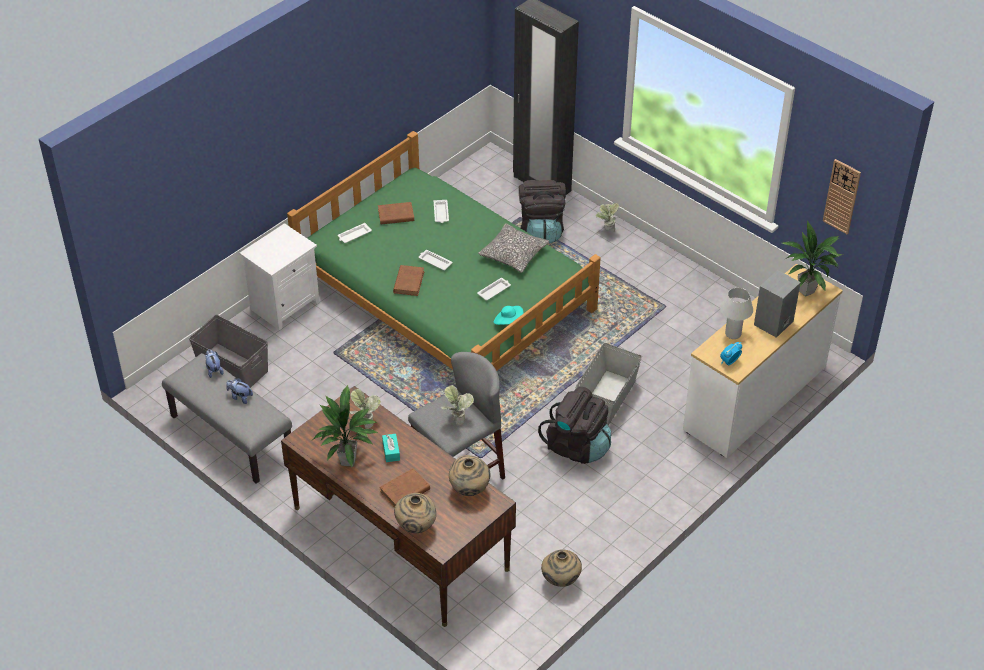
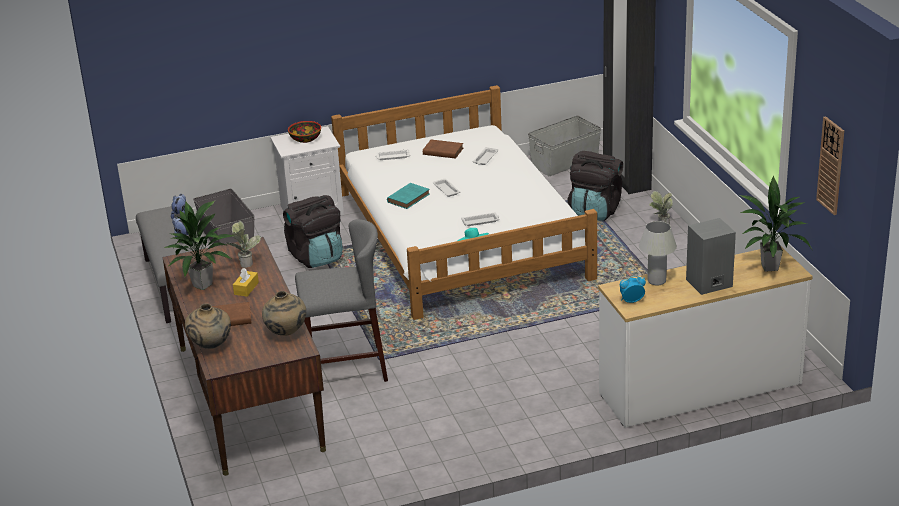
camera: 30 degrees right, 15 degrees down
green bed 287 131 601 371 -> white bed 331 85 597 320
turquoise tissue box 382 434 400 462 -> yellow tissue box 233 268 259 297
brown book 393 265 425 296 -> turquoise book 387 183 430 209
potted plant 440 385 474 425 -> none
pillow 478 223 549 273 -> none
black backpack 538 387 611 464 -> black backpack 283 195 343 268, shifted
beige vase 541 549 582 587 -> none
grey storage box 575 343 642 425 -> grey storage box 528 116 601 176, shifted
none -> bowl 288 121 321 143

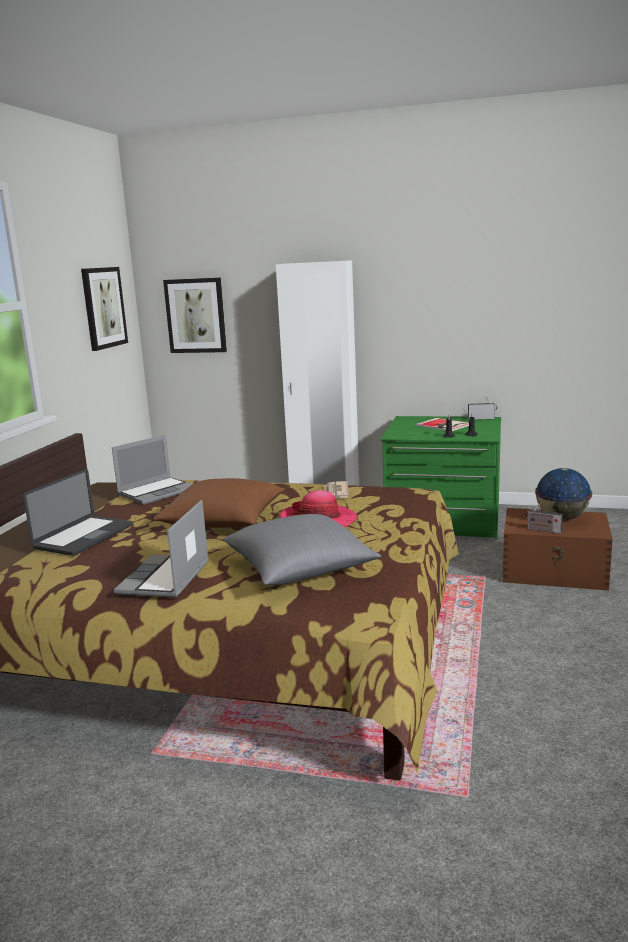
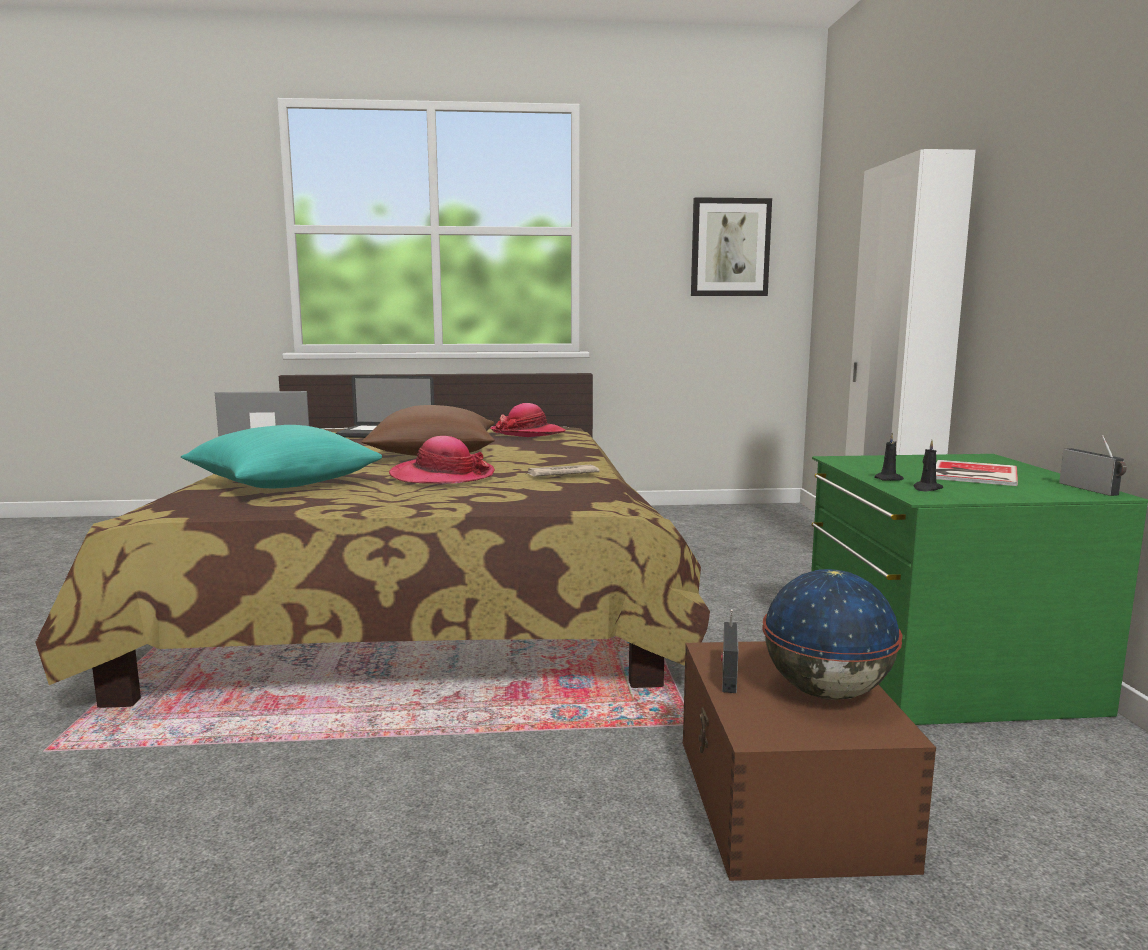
camera: 70 degrees right, 5 degrees down
laptop 112 435 192 505 -> hat 490 403 566 437
picture 163 277 227 353 -> none
grey pillow 223 514 381 585 -> turquoise pillow 181 425 382 488

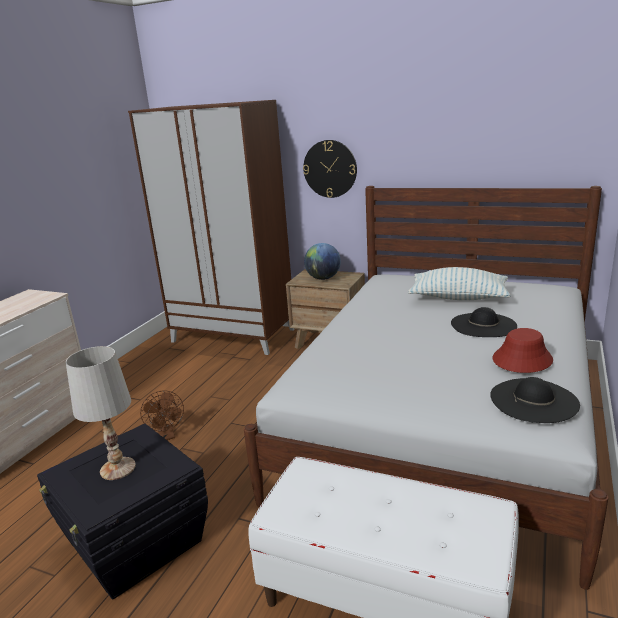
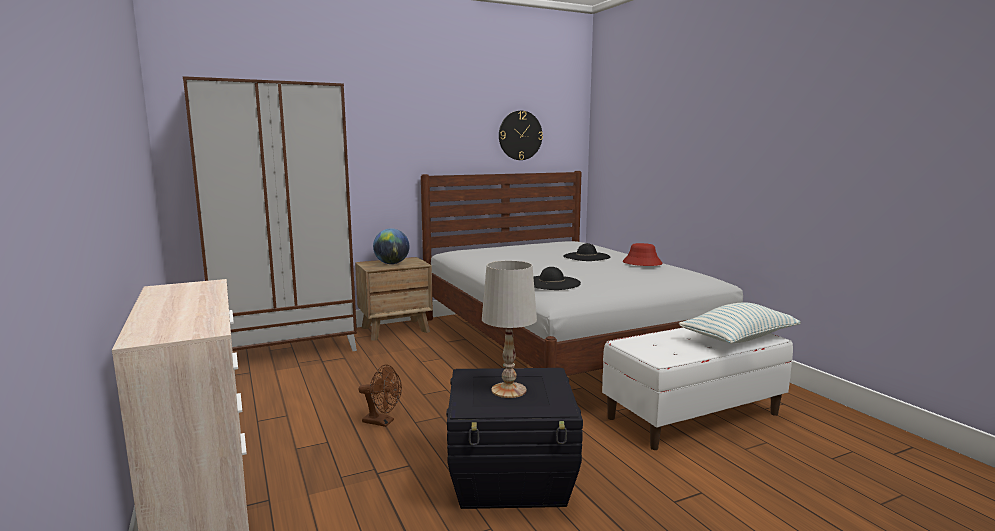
camera: 50 degrees left, 10 degrees down
wall clock 303 140 357 198 -> wall clock 499 111 543 160, shifted
pillow 408 267 511 300 -> pillow 679 302 801 344, shifted
black hat 490 377 580 423 -> black hat 534 267 581 290, shifted

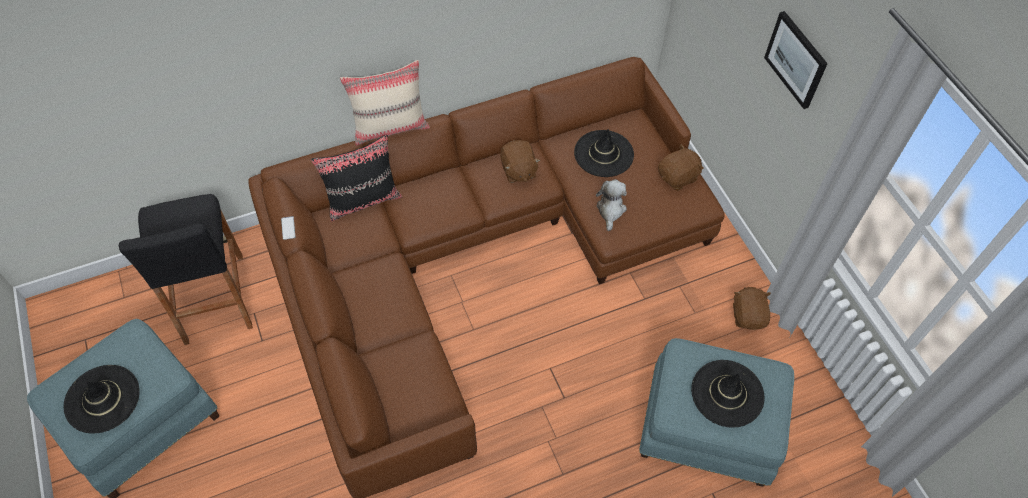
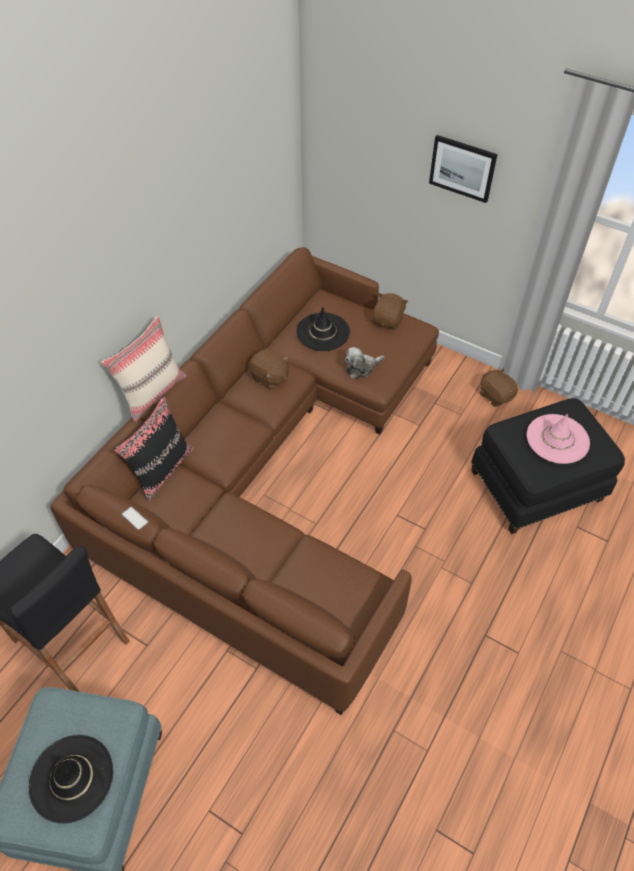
camera: 35 degrees left, 5 degrees down
plush toy 596 179 627 231 -> plush toy 345 347 385 379, 90 degrees counterclockwise
blue ottoman 639 338 794 487 -> black ottoman 471 398 625 534
black hat 691 360 765 428 -> pink hat 527 414 590 464

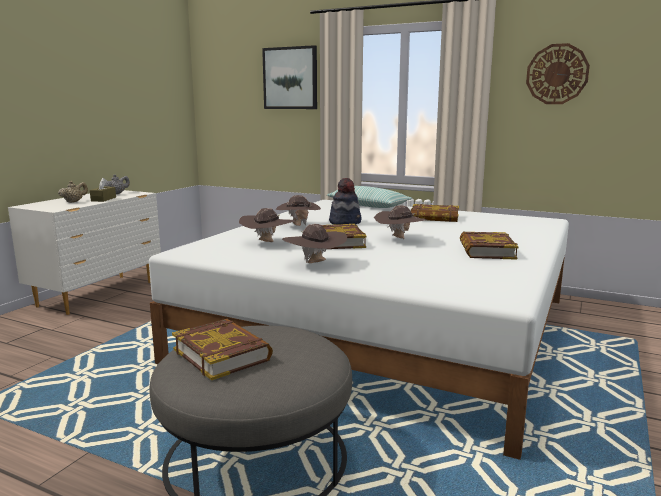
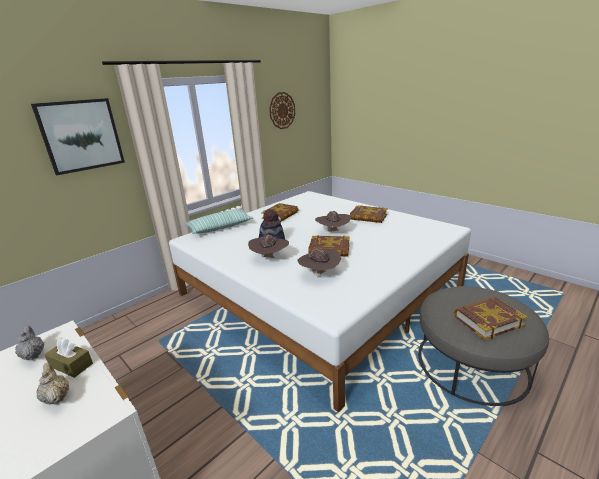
camera: 70 degrees left, 10 degrees up
brown hat 282 224 347 263 -> none

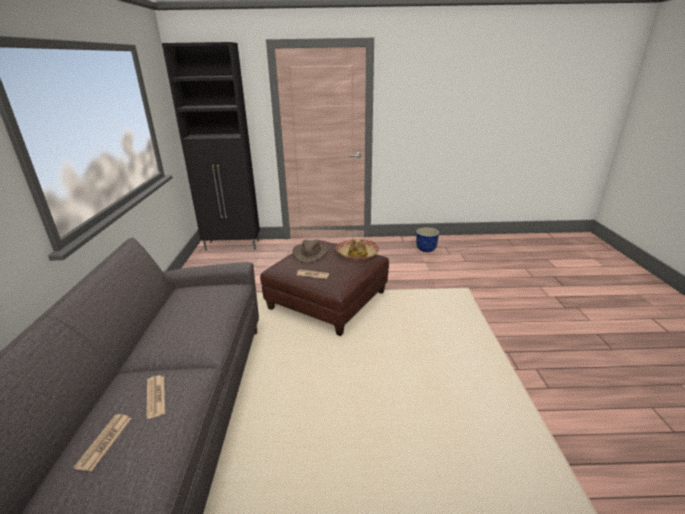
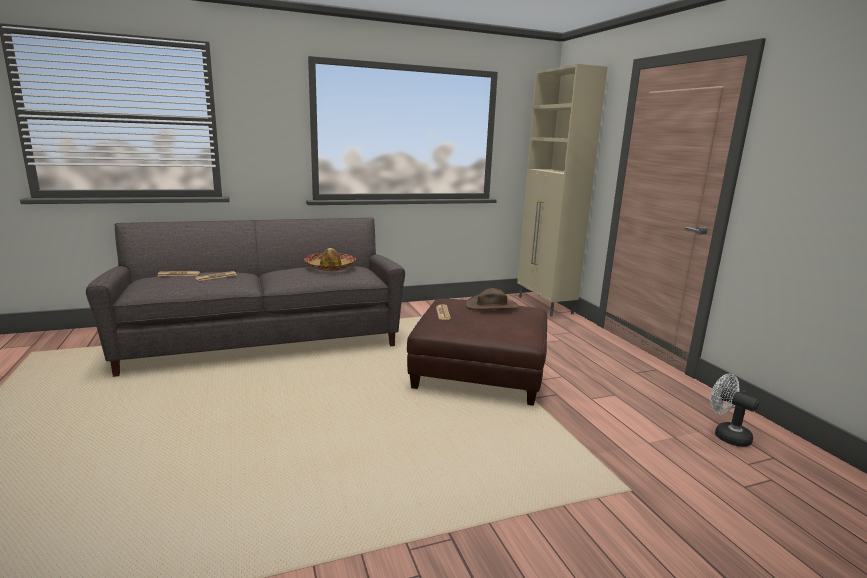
camera: 70 degrees right, 10 degrees down
black cabinet 162 42 260 251 -> beige cabinet 517 64 608 316
hat 336 239 379 261 -> hat 304 248 356 271, shifted
planter 416 227 439 252 -> white fan 710 374 759 447

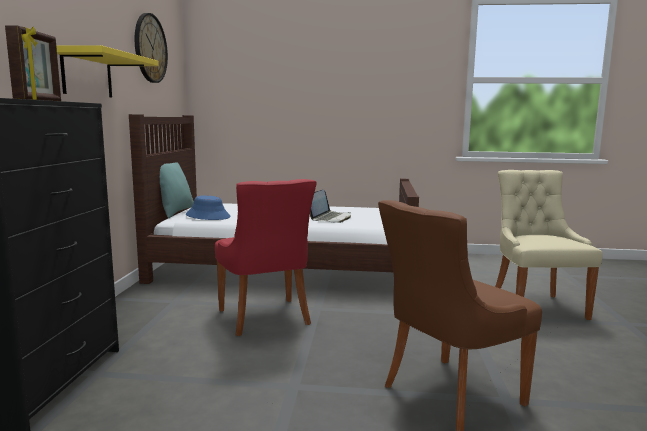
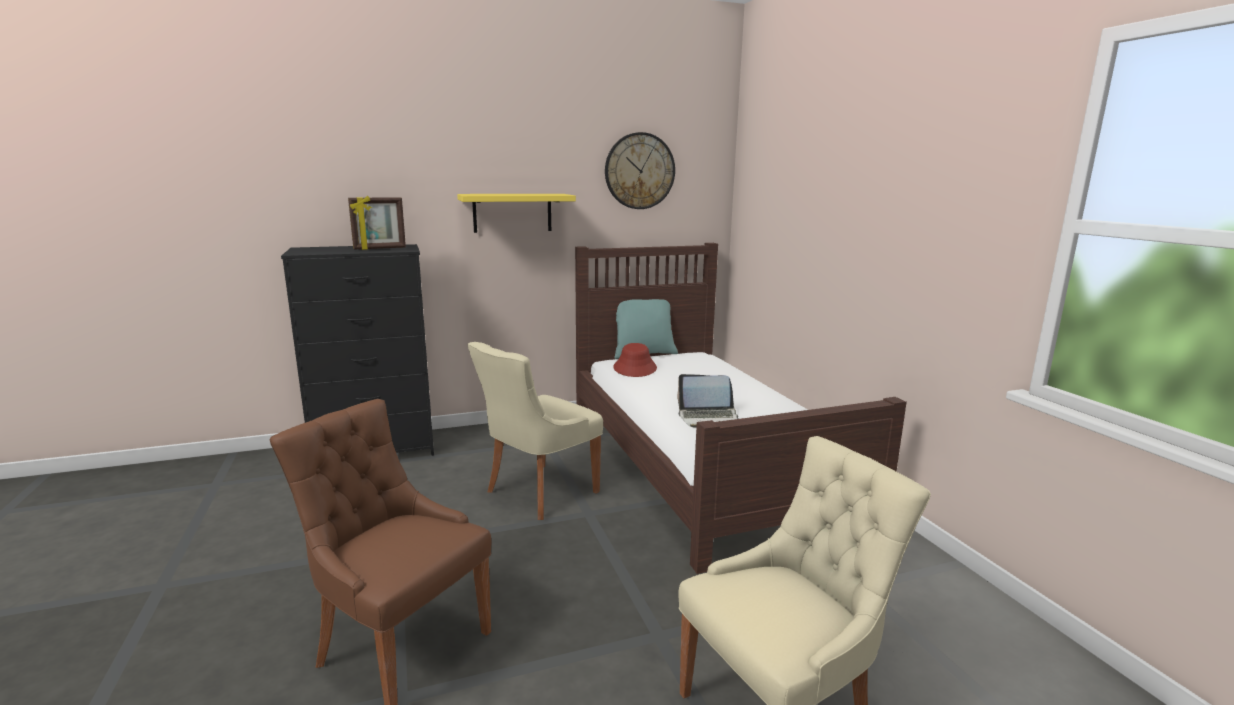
camera: 65 degrees right, 5 degrees up
blue hat 186 195 230 220 -> red hat 613 343 657 377
red chair 215 179 317 336 -> beige chair 467 342 603 520

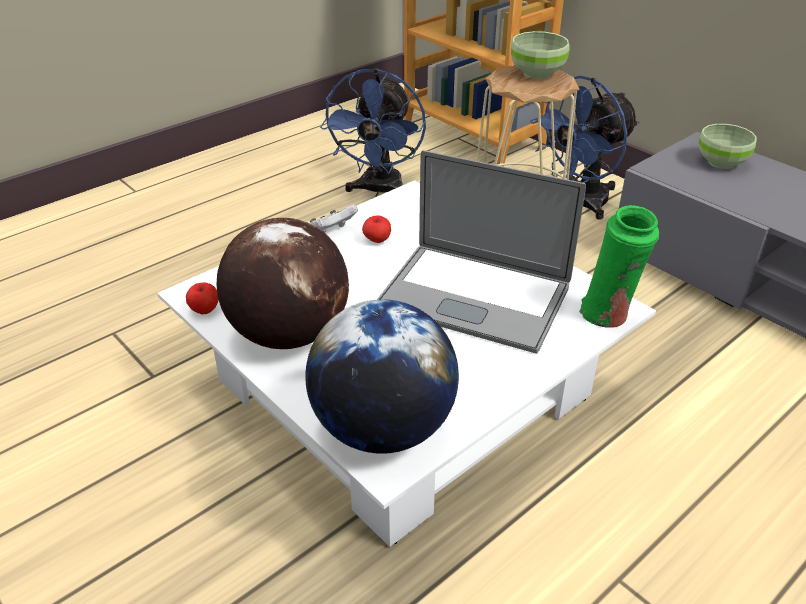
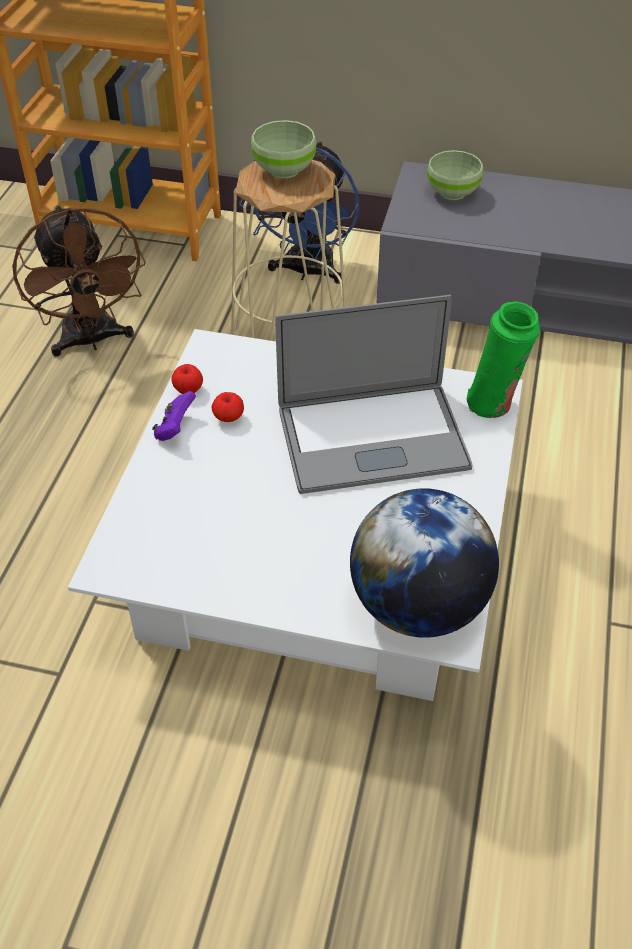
camera: 35 degrees left, 10 degrees up
apple 186 282 219 314 -> apple 171 364 203 394, shifted
globe 217 218 349 349 -> none
white game controller 310 205 358 233 -> purple game controller 152 391 196 441
blue fan 320 68 426 197 -> brown fan 12 205 146 357

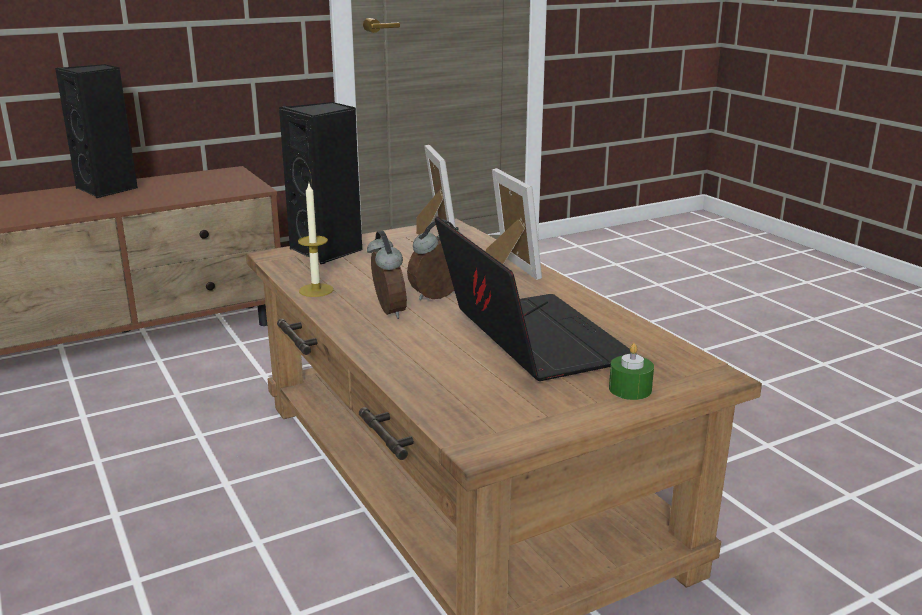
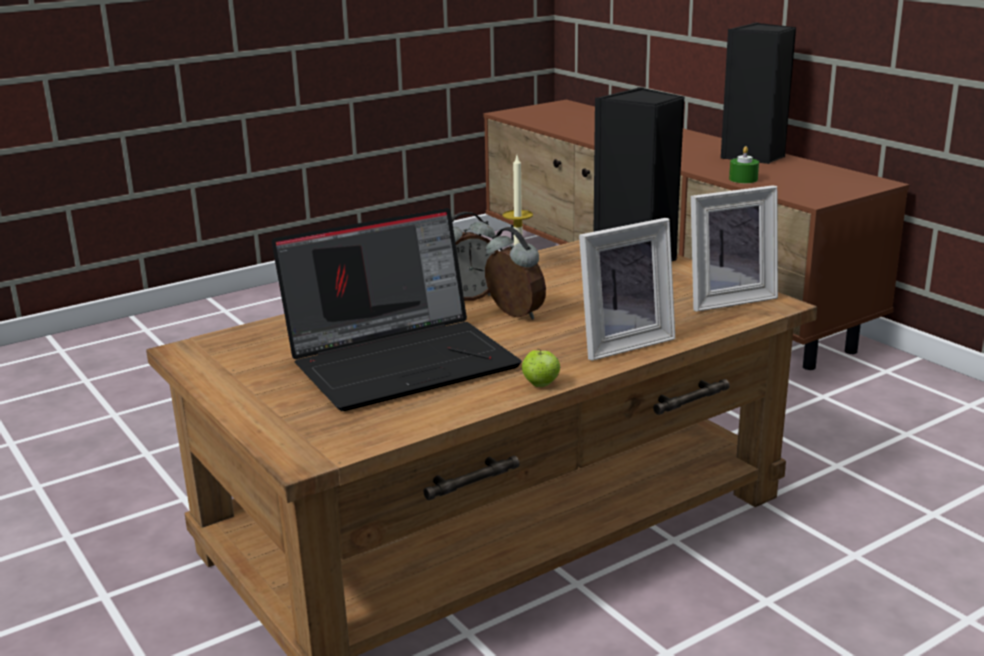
camera: 85 degrees right, 0 degrees up
green candle 609 343 654 400 -> green candle 729 146 759 183, shifted
none -> apple 522 349 561 387

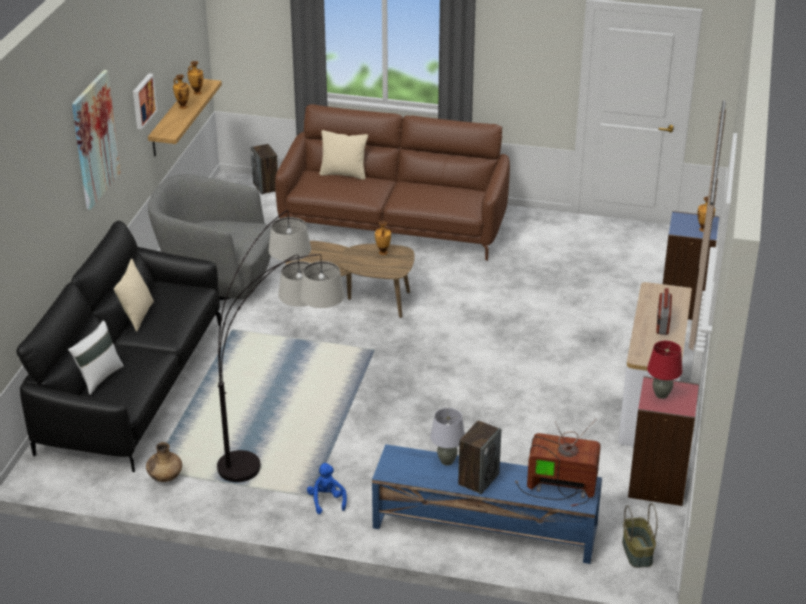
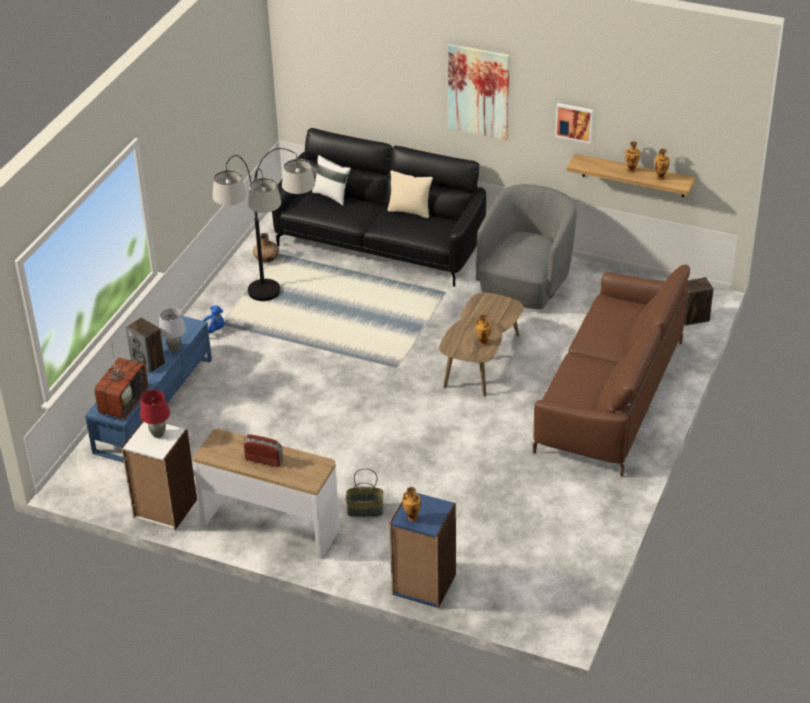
camera: 100 degrees right, 5 degrees up
beige pillow 320 130 368 180 -> none
basket 622 503 658 568 -> basket 346 468 383 517, shifted
red bookcase 628 376 699 506 -> white bookcase 121 421 197 530

